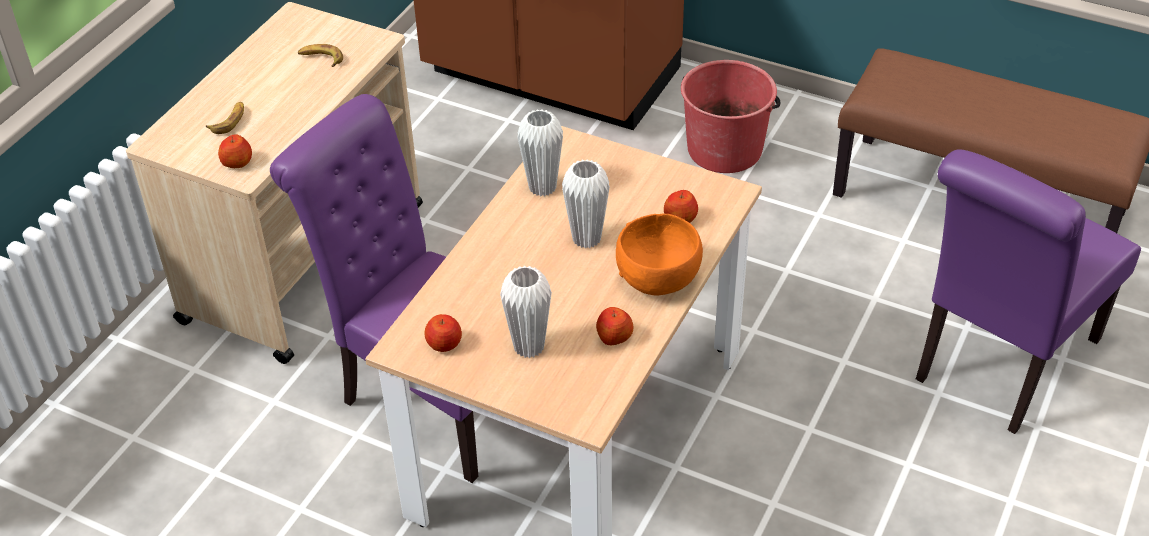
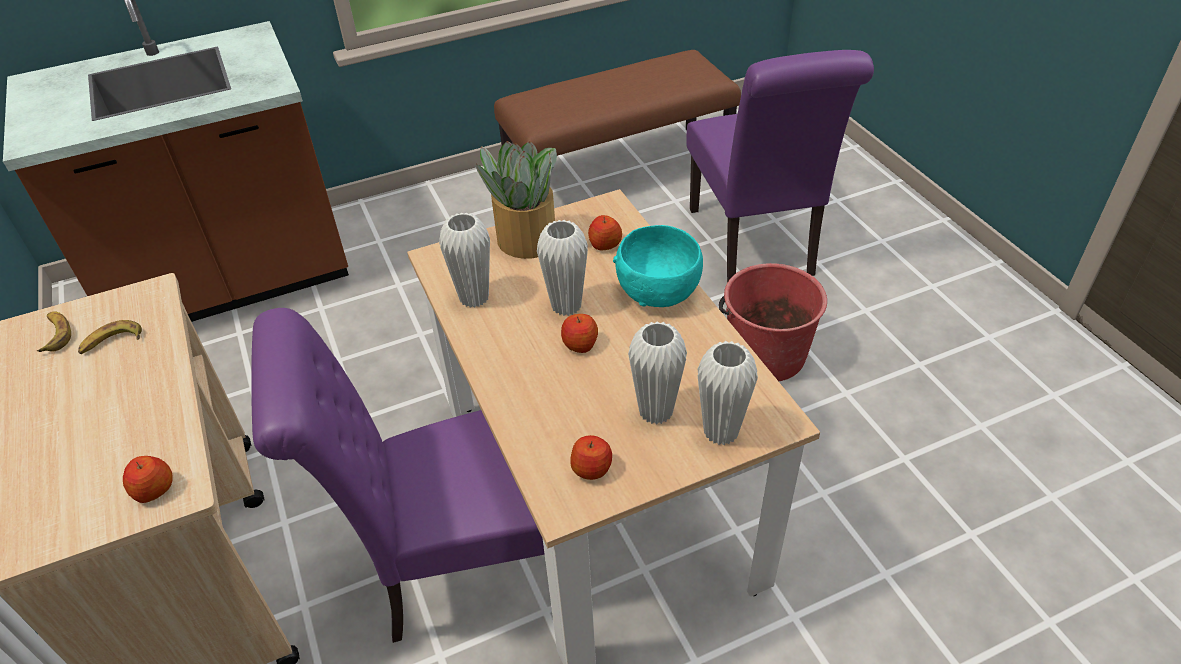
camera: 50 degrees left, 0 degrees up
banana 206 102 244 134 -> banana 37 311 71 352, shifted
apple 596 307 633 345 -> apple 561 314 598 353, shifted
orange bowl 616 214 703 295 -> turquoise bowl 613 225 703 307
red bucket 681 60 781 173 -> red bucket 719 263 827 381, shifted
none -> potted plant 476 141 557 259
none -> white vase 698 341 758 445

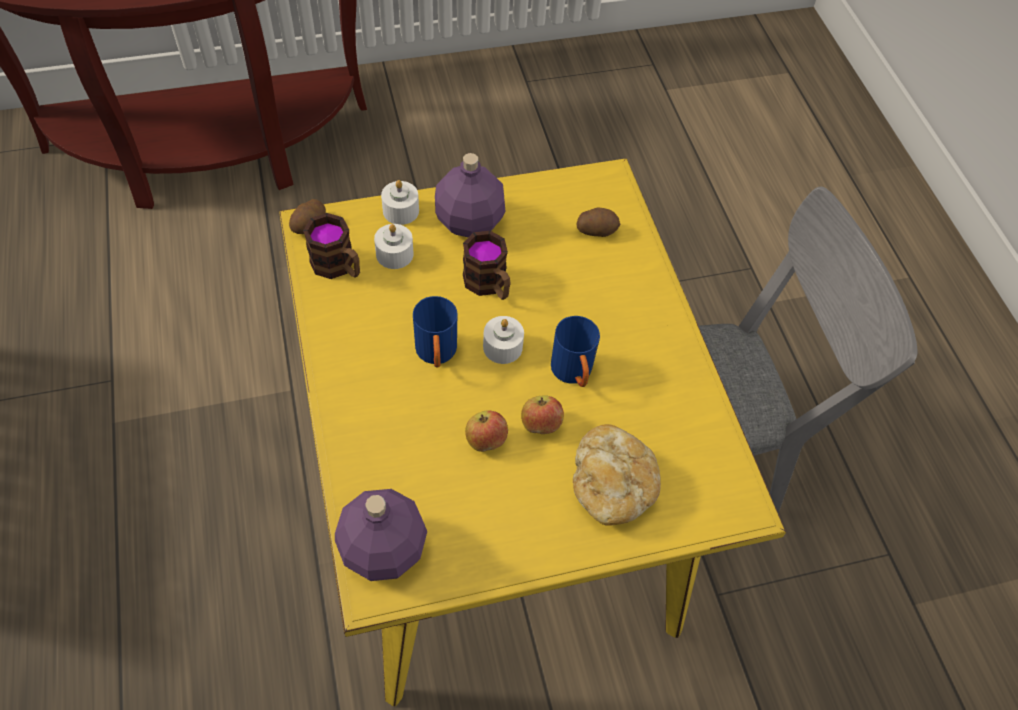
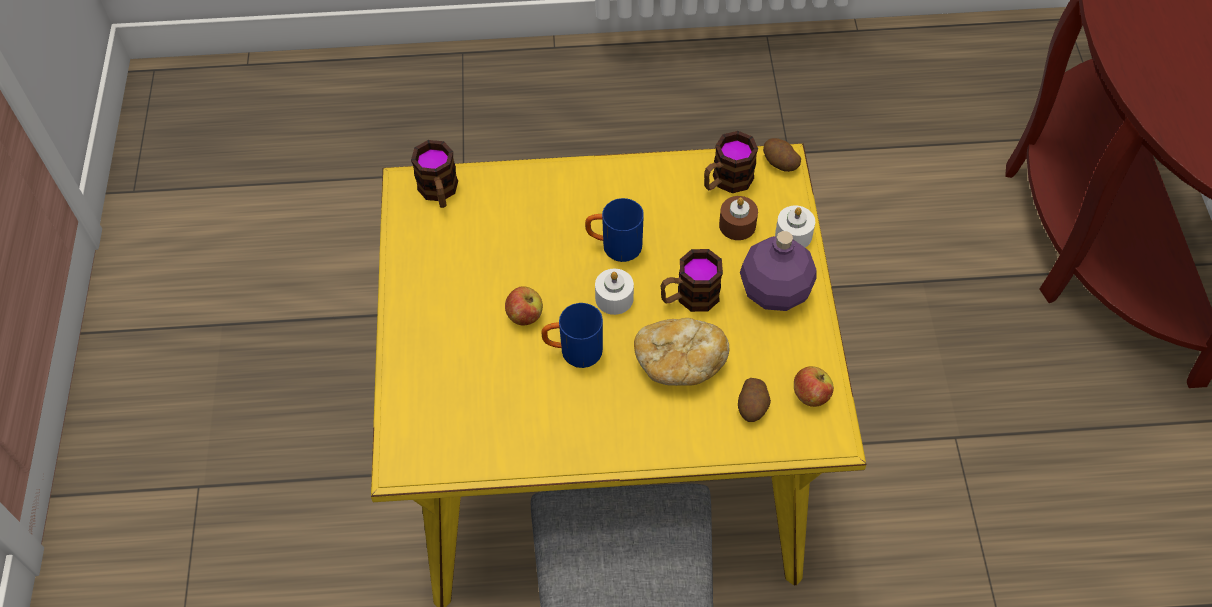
camera: 105 degrees right, 0 degrees up
purple bottle 335 489 427 581 -> mug 411 140 458 208
white candle 374 224 414 269 -> brown candle 719 196 758 240
apple 465 410 508 452 -> apple 794 366 834 407, shifted
bread 573 424 661 526 -> bread 634 318 729 386, shifted

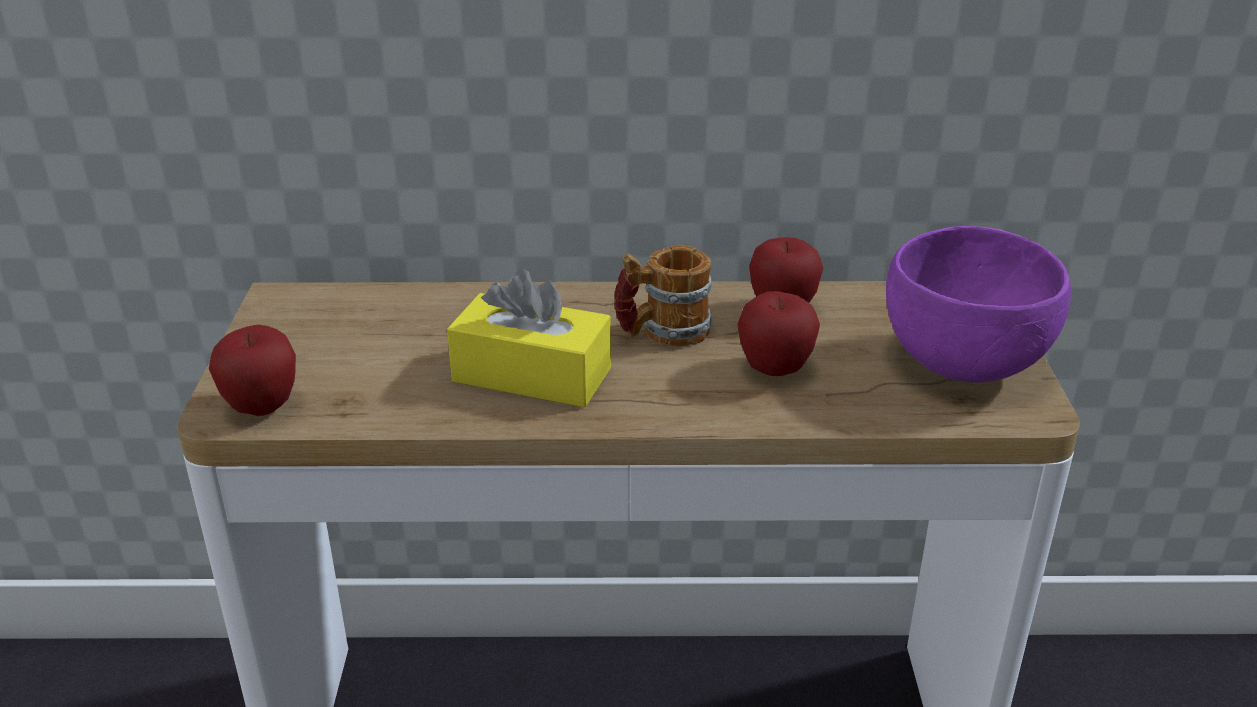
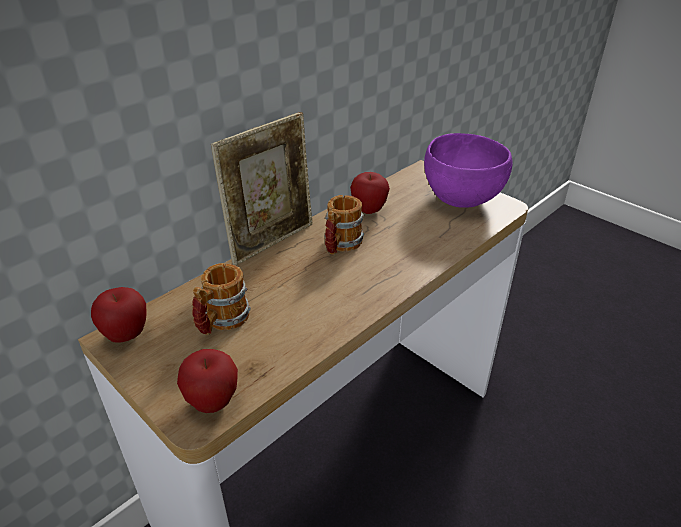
camera: 45 degrees left, 5 degrees up
yellow tissue box 447 269 611 407 -> none
apple 737 291 820 376 -> apple 91 287 147 343, shifted
none -> mug 192 263 251 335
none -> picture frame 211 112 312 266

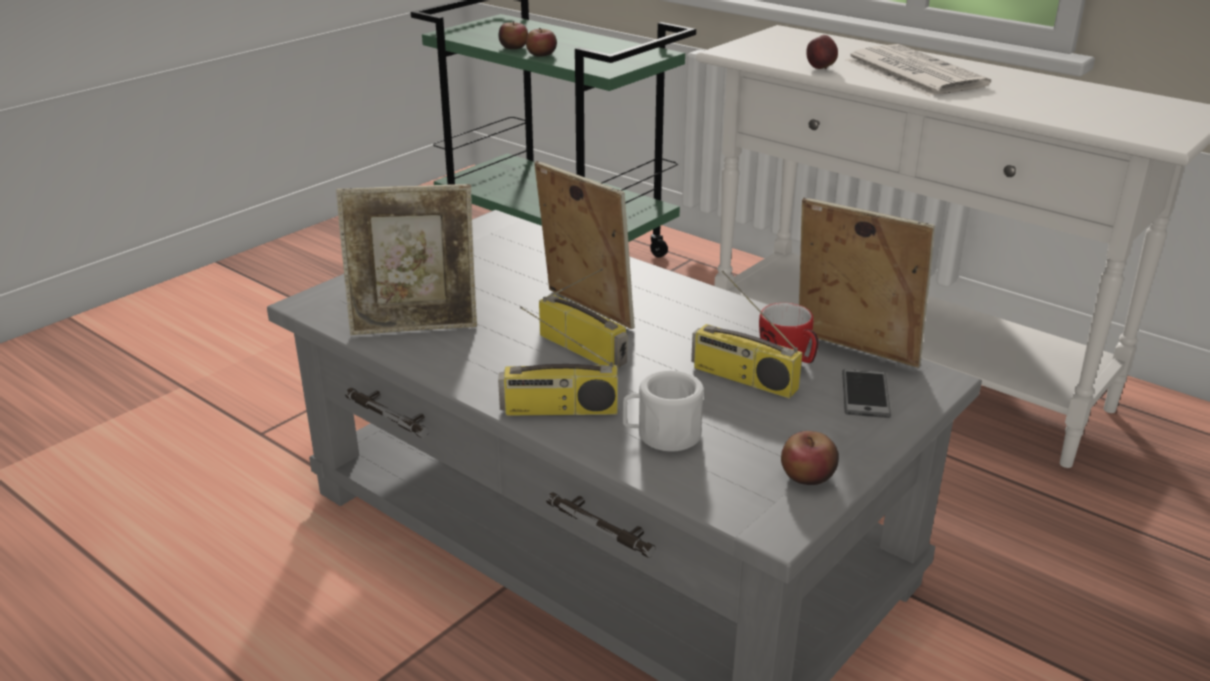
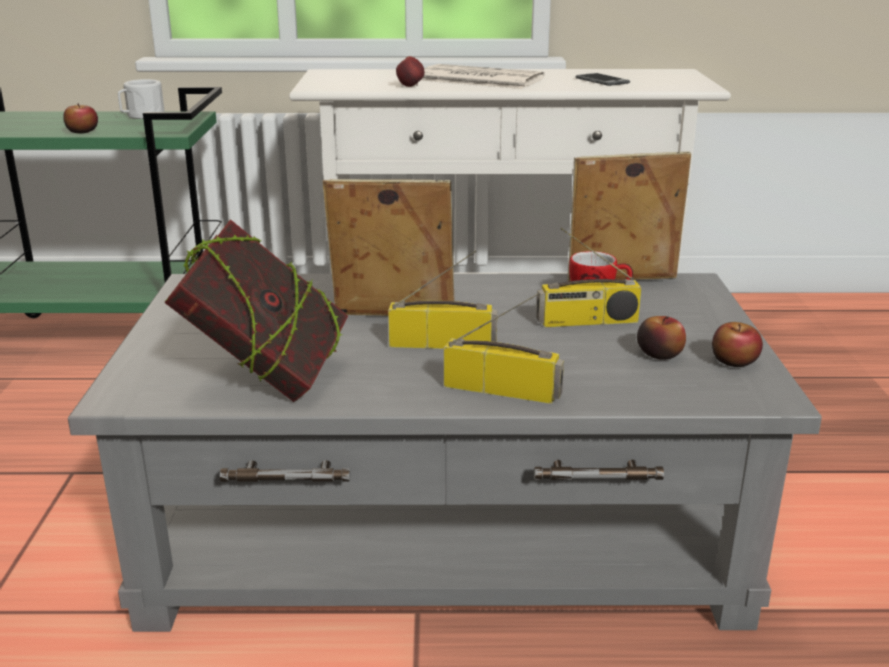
camera: 40 degrees left, 5 degrees down
picture frame 336 184 477 335 -> book 164 219 348 402
apple 498 21 528 49 -> apple 637 316 686 360, shifted
radio 498 307 618 416 -> radio 444 292 564 404, 120 degrees counterclockwise
white mug 623 370 704 452 -> white mug 118 79 165 119, shifted
phone 842 369 891 418 -> phone 576 73 630 86, shifted

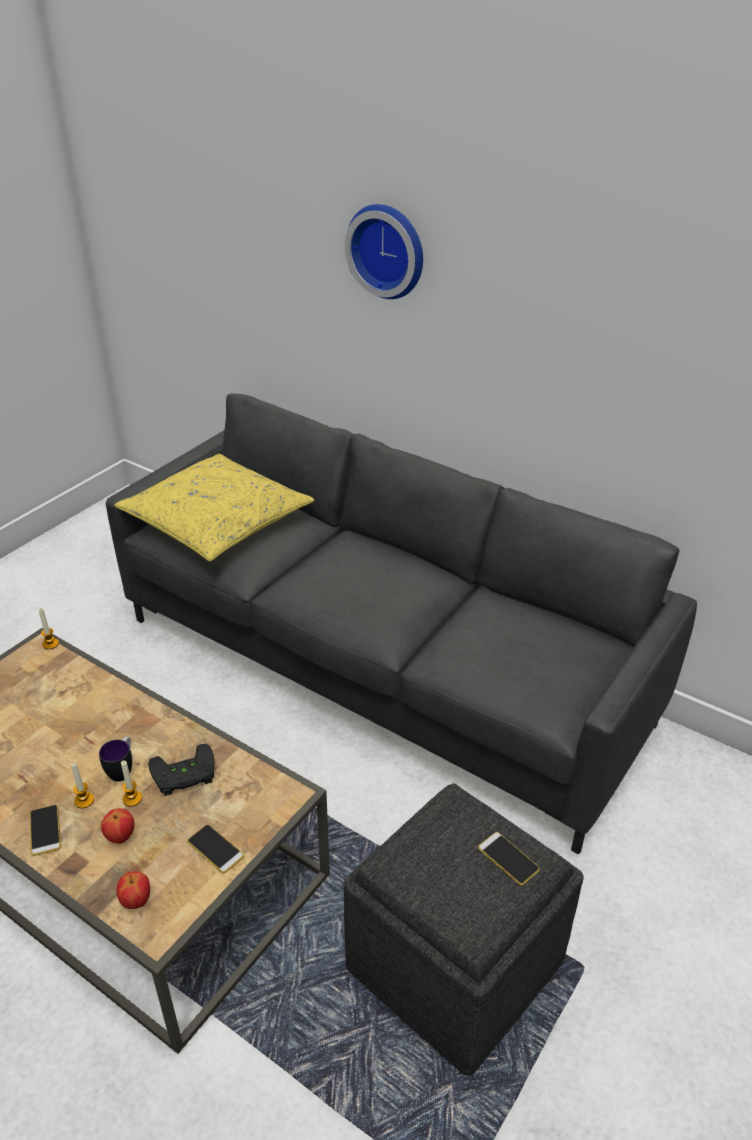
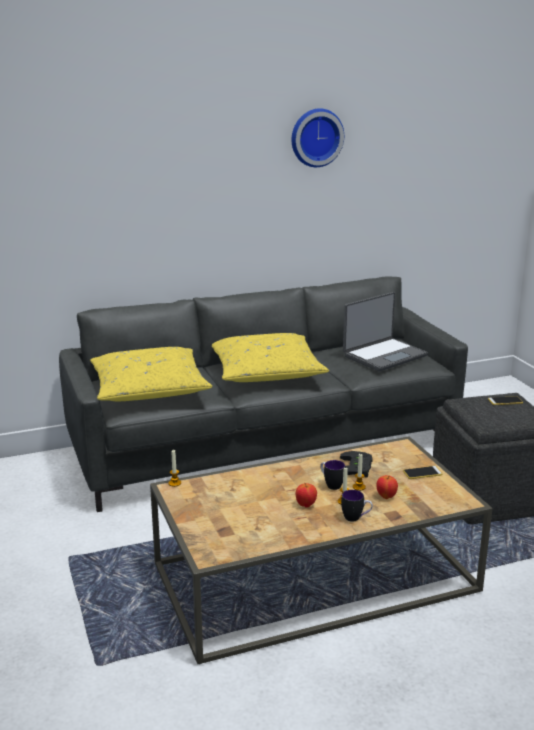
camera: 55 degrees left, 15 degrees down
phone 29 805 61 856 -> mug 341 490 373 522
apple 116 871 150 909 -> apple 296 483 317 508, shifted
wall clock 345 204 423 299 -> wall clock 292 108 344 167, shifted
none -> yellow pillow 211 333 329 382
none -> laptop 343 292 428 371

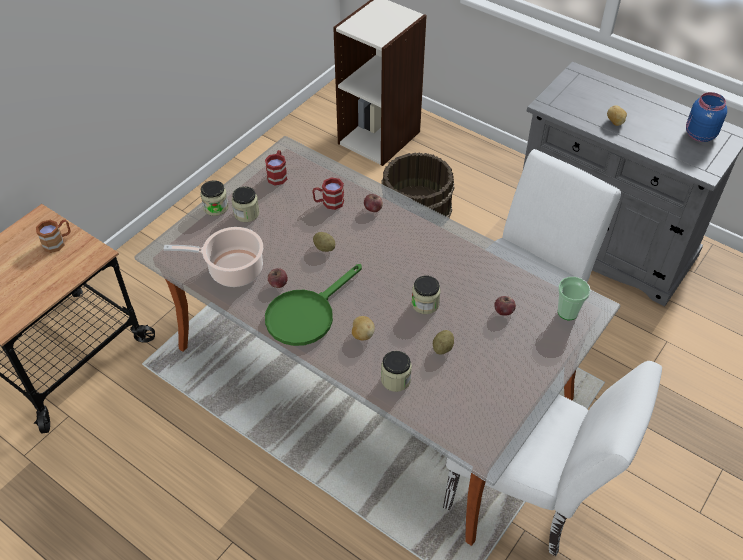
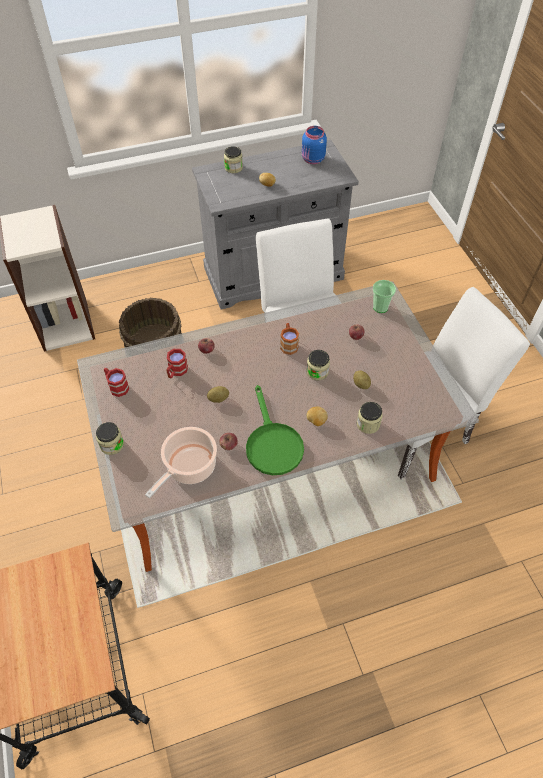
camera: 55 degrees left, 5 degrees up
brown mug 36 220 71 253 -> brown mug 280 323 299 355, shifted
jar 232 186 259 222 -> jar 224 146 243 173, shifted

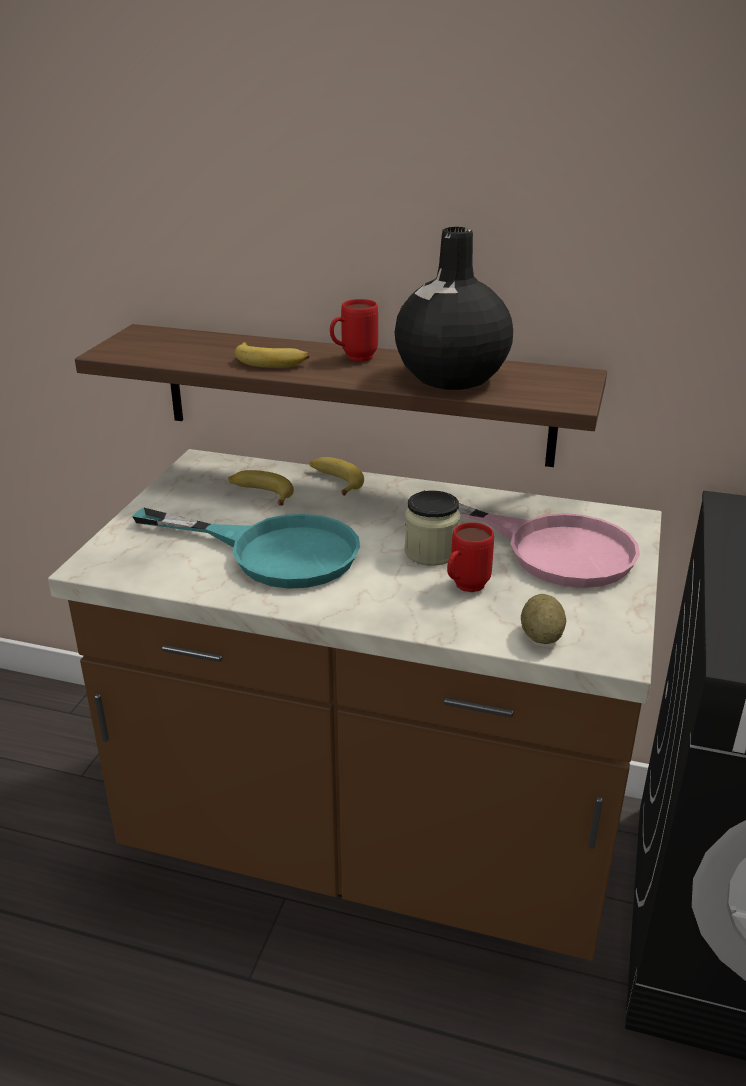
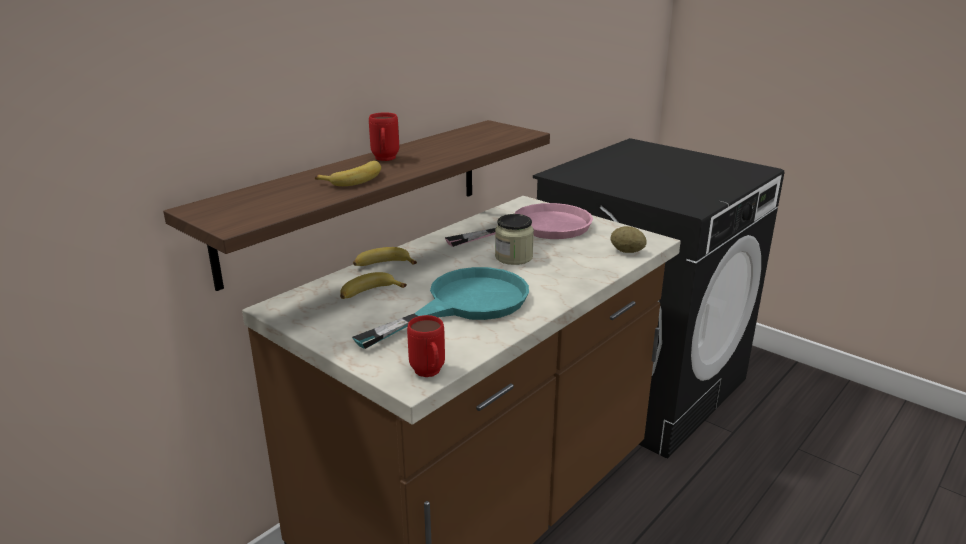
camera: 65 degrees left, 5 degrees down
black vase 395 227 513 390 -> none
red mug 447 522 494 592 -> red mug 407 315 445 377, shifted

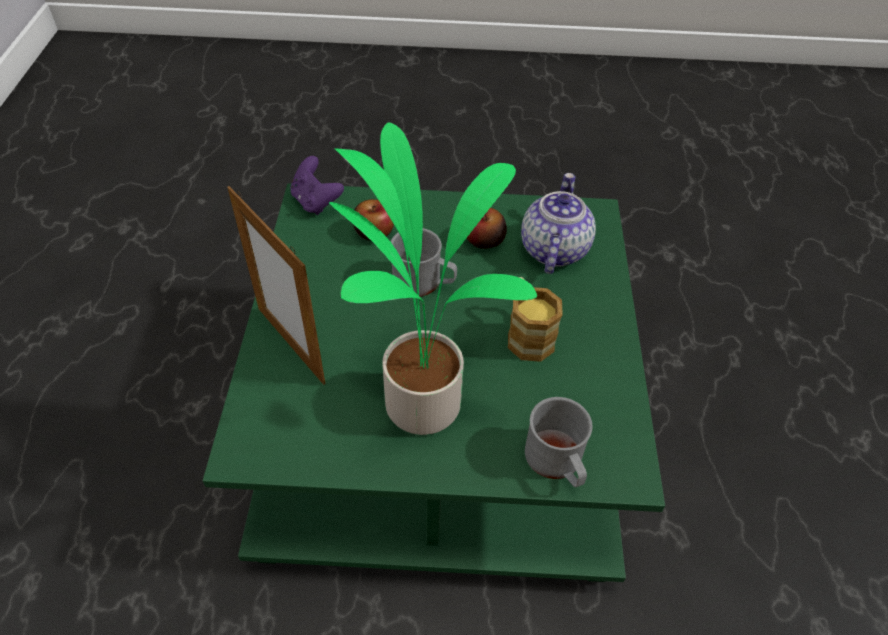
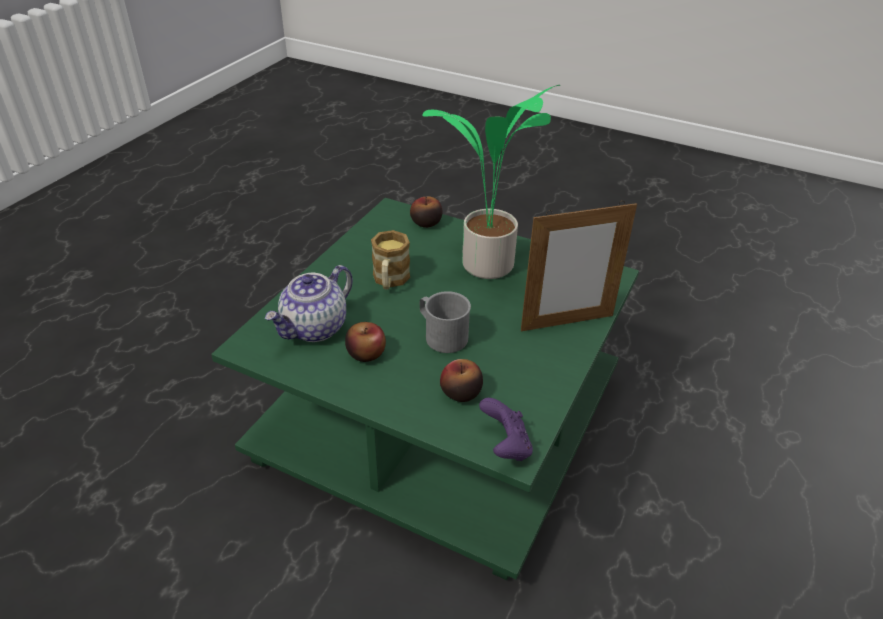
camera: 155 degrees left, 10 degrees down
picture frame 227 186 325 385 -> picture frame 521 201 637 331, 90 degrees clockwise
grey mug 525 397 593 487 -> apple 410 196 442 228

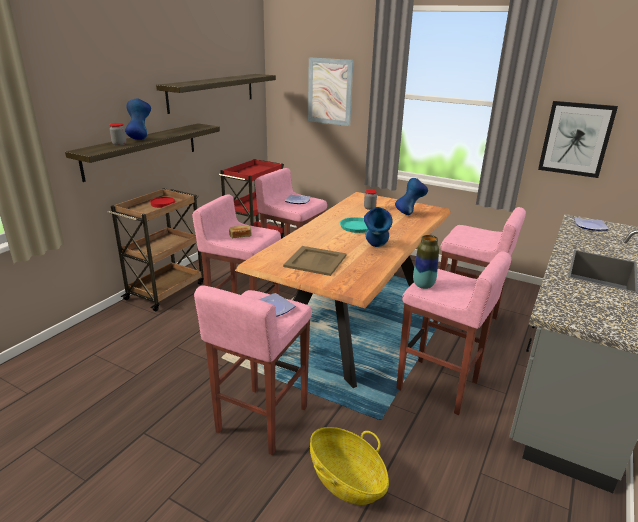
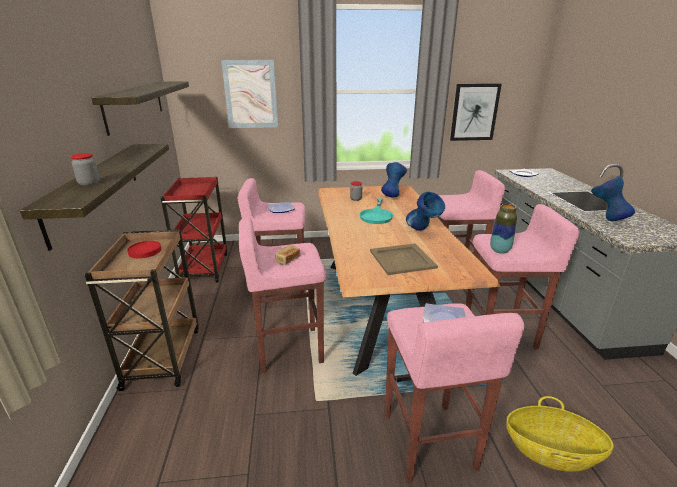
camera: 35 degrees left, 0 degrees up
blue vase 125 99 151 140 -> blue vase 591 176 635 221, shifted

